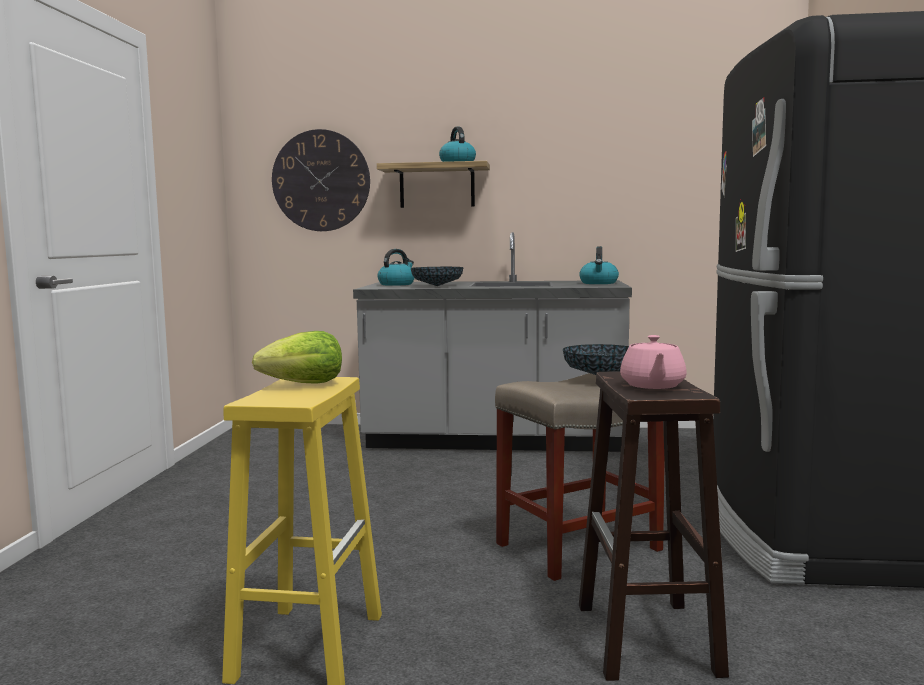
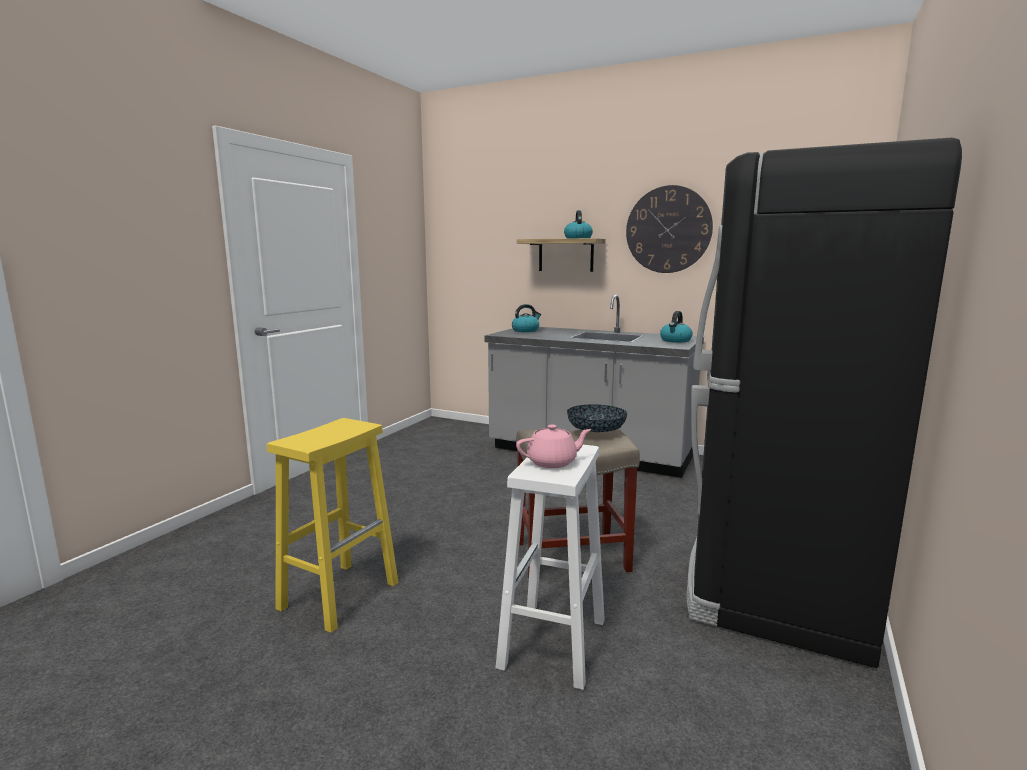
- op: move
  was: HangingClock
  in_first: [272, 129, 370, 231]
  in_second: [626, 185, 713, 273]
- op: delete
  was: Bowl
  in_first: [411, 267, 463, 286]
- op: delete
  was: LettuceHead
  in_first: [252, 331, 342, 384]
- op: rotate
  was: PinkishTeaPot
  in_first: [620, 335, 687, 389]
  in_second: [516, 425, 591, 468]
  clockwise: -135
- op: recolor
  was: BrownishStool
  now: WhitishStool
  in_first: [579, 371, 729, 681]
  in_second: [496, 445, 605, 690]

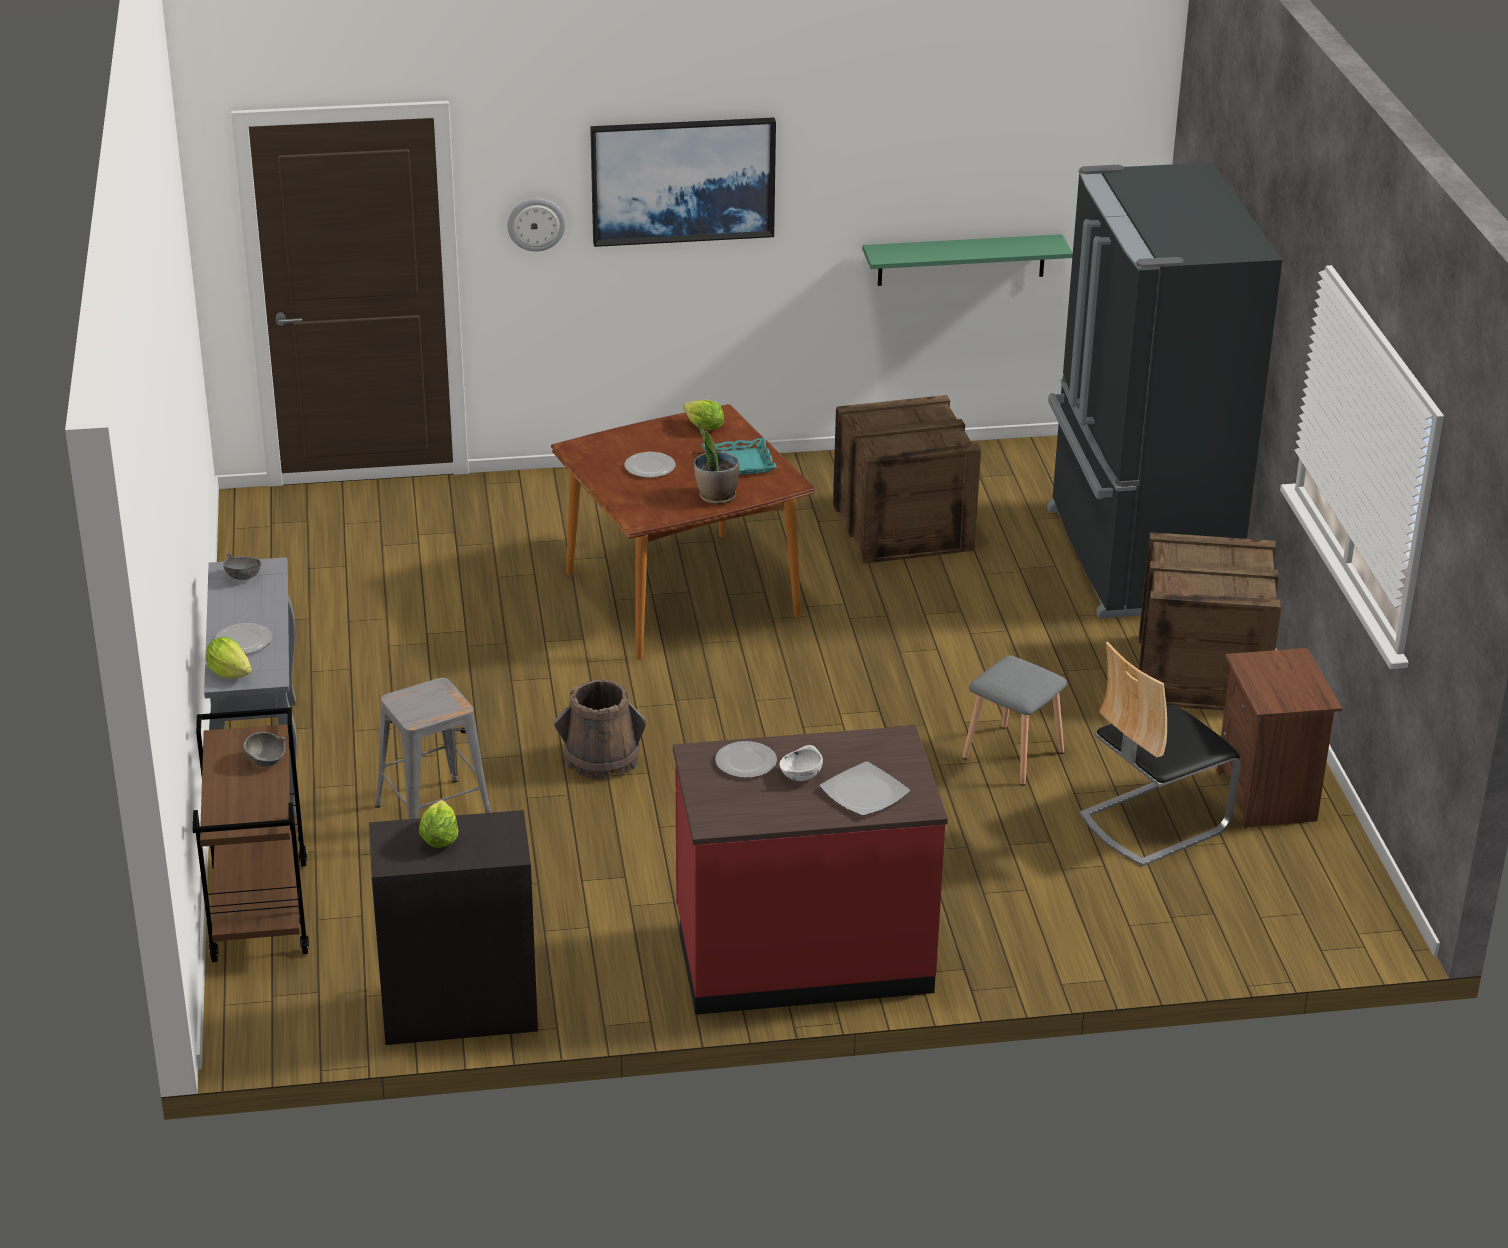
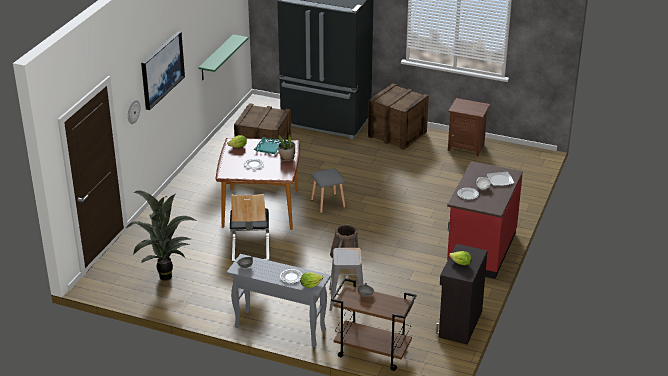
- op: move
  was: UprightChair
  in_first: [1080, 642, 1241, 866]
  in_second: [230, 194, 269, 262]
- op: move
  was: GrayStool
  in_first: [962, 656, 1067, 786]
  in_second: [311, 168, 345, 213]
- op: insert
  now: PlantInAPot
  in_second: [126, 190, 196, 281]

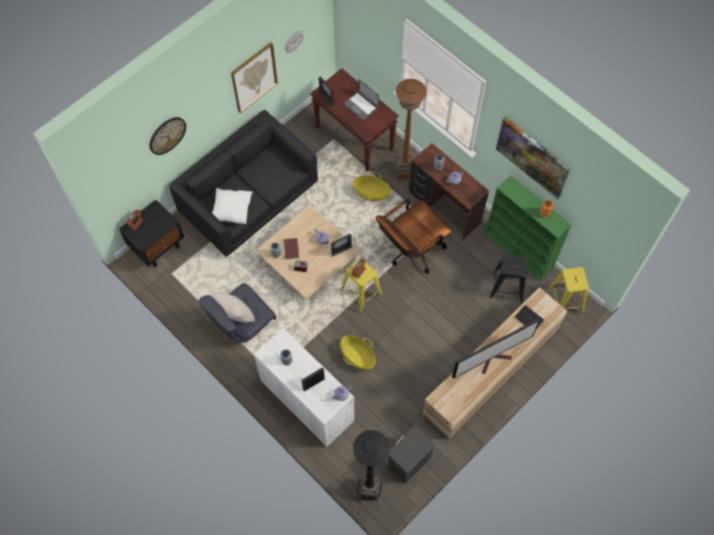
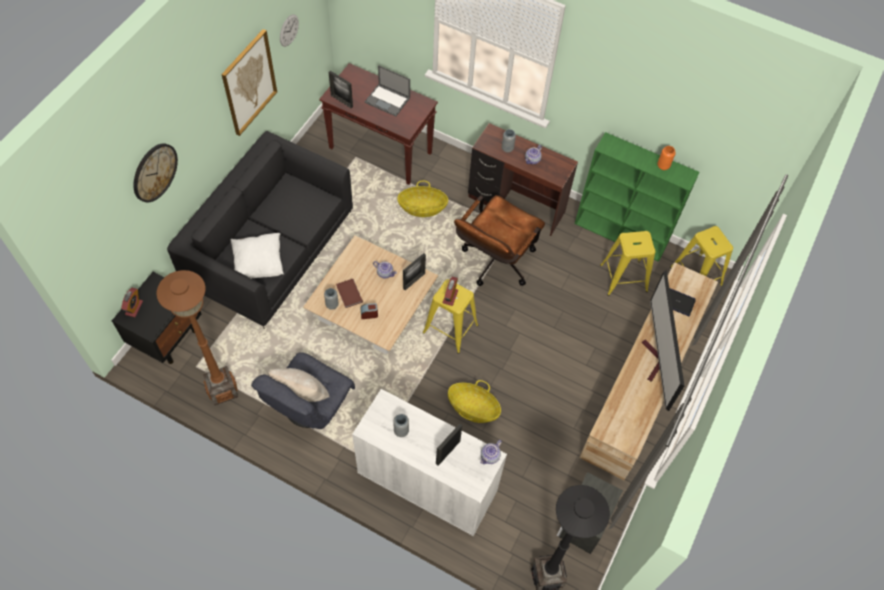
- op: move
  was: BrownishFloorLamp
  in_first: [394, 79, 427, 180]
  in_second: [156, 270, 238, 405]
- op: delete
  was: WallArt
  in_first: [496, 117, 570, 199]
- op: recolor
  was: BlackColouredStool
  now: YellowStool
  in_first: [490, 255, 528, 303]
  in_second: [600, 231, 655, 296]
- op: rotate
  was: Television
  in_first: [452, 318, 540, 378]
  in_second: [642, 270, 685, 411]
  clockwise: 135

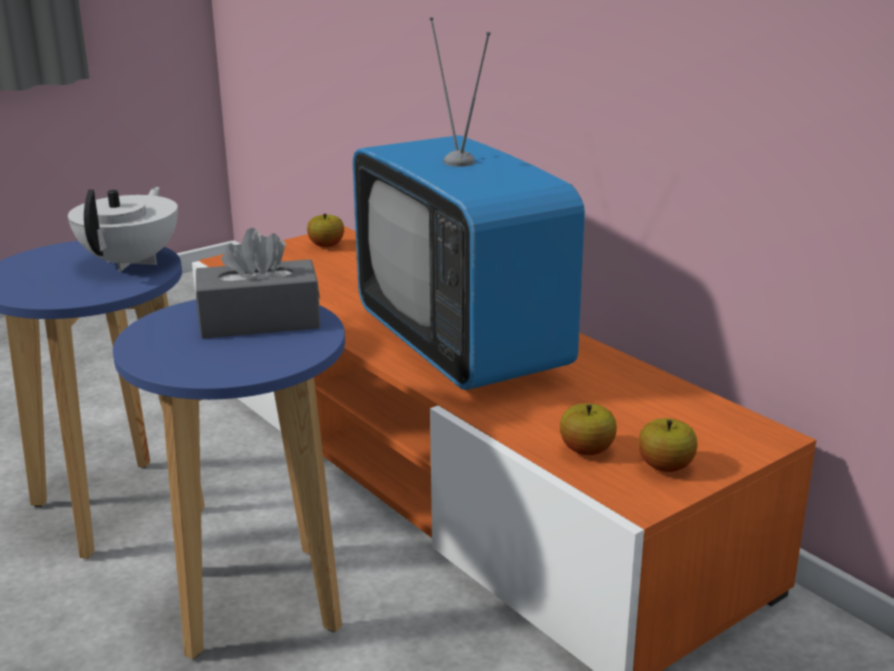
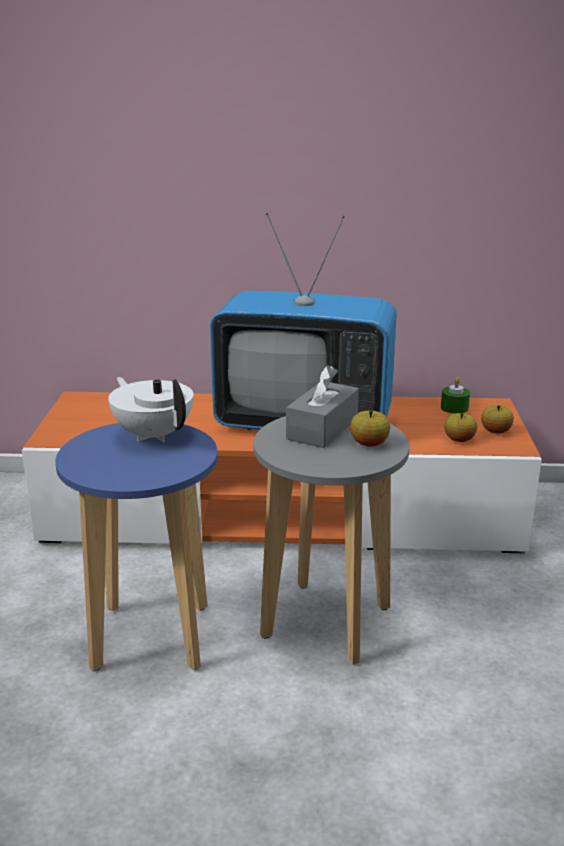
- op: move
  was: AppleFruit
  in_first: [307, 214, 344, 247]
  in_second: [350, 411, 390, 446]
- op: recolor
  was: BluishStool
  now: GrayStool
  in_first: [113, 299, 345, 659]
  in_second: [254, 416, 410, 665]
- op: insert
  now: GreenishWaxLight
  in_second: [441, 377, 470, 414]

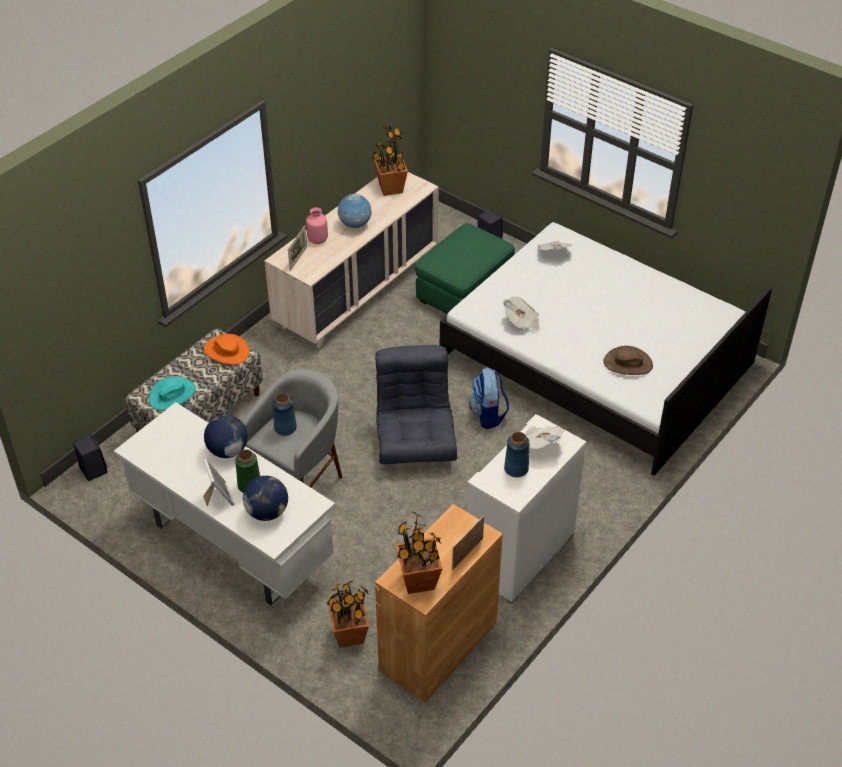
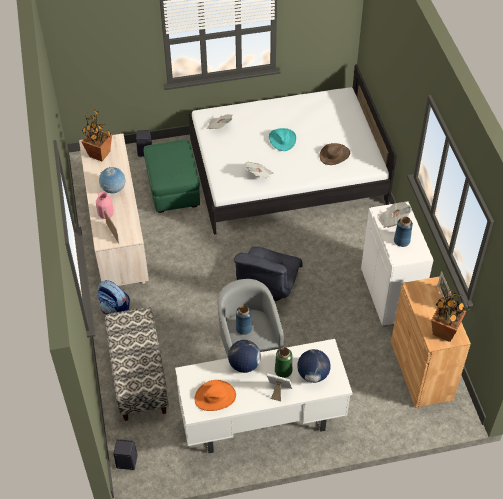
- op: move
  was: OrangeClothingHat
  in_first: [204, 334, 249, 365]
  in_second: [195, 380, 236, 411]
- op: rotate
  was: GrayArmchair
  in_first: [375, 345, 457, 464]
  in_second: [234, 246, 303, 301]
  clockwise: -105
- op: move
  was: Rucksack
  in_first: [469, 367, 509, 429]
  in_second: [98, 280, 130, 315]
- op: move
  was: TurquoiseClothingHat
  in_first: [149, 376, 196, 411]
  in_second: [269, 128, 296, 151]
- op: delete
  was: PlantInAPot
  in_first: [327, 581, 370, 647]

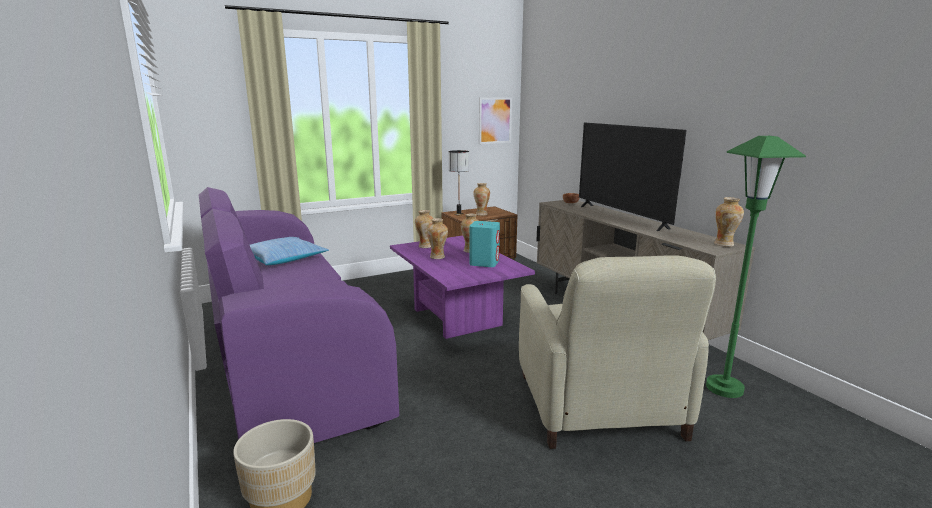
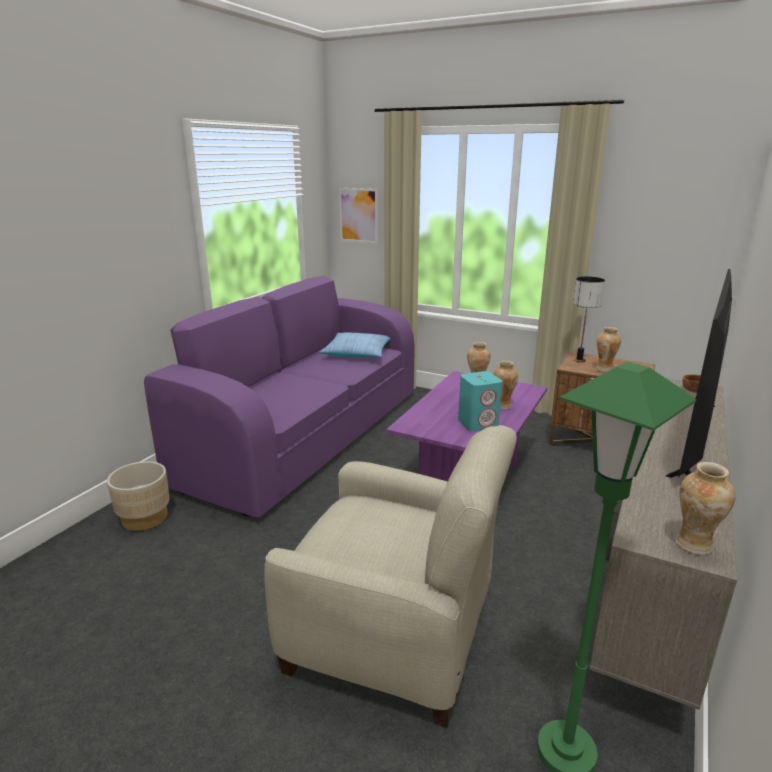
- op: move
  was: WallArt
  in_first: [479, 97, 512, 144]
  in_second: [339, 188, 378, 244]
- op: delete
  was: DecorativeVase
  in_first: [427, 218, 448, 259]
- op: rotate
  was: SandColouredArmchair
  in_first: [519, 255, 716, 449]
  in_second: [264, 425, 517, 728]
  clockwise: -120

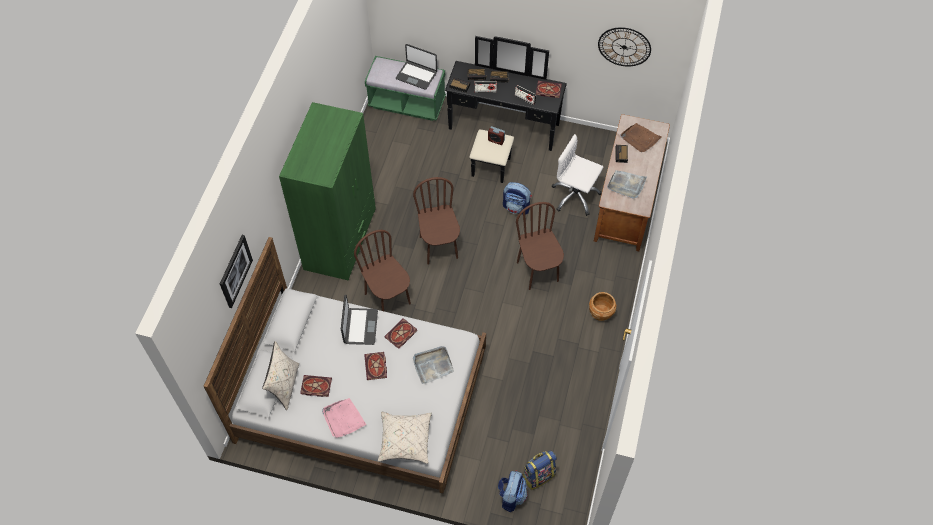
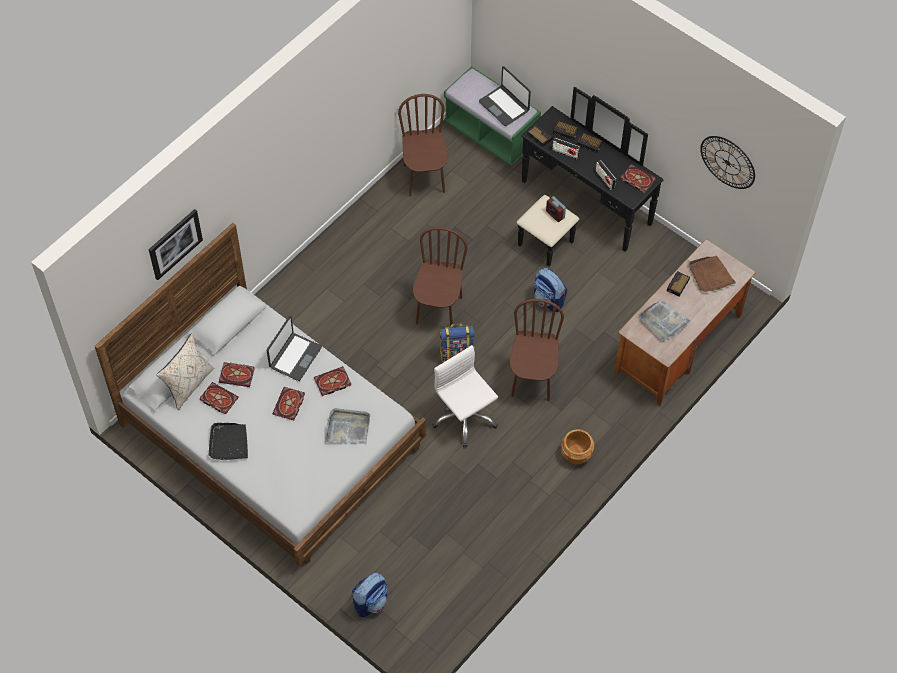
- op: delete
  was: GreenishWardrobe
  in_first: [279, 102, 376, 281]
- op: move
  was: WhitishDeskChair
  in_first: [552, 134, 603, 216]
  in_second: [432, 345, 498, 447]
- op: move
  was: BrownishUprightChair
  in_first: [354, 230, 411, 311]
  in_second: [398, 94, 448, 196]
- op: recolor
  was: PinkishTray
  now: BlackColouredTray
  in_first: [322, 398, 367, 438]
  in_second: [209, 423, 248, 460]
- op: delete
  was: SandColouredPillow
  in_first: [378, 412, 432, 464]
- op: move
  was: Rucksack
  in_first: [523, 450, 557, 490]
  in_second: [440, 324, 475, 363]
- op: insert
  now: Book
  in_second: [219, 362, 255, 387]

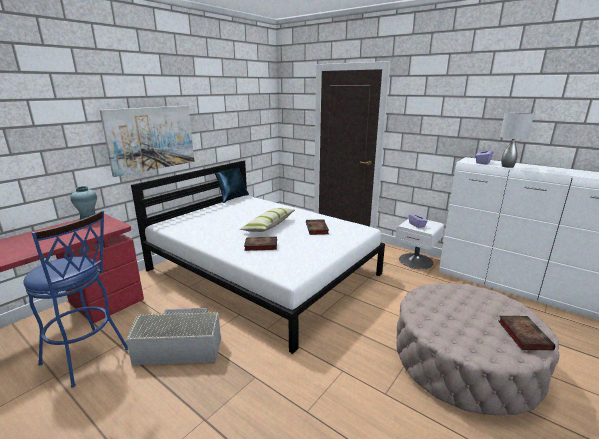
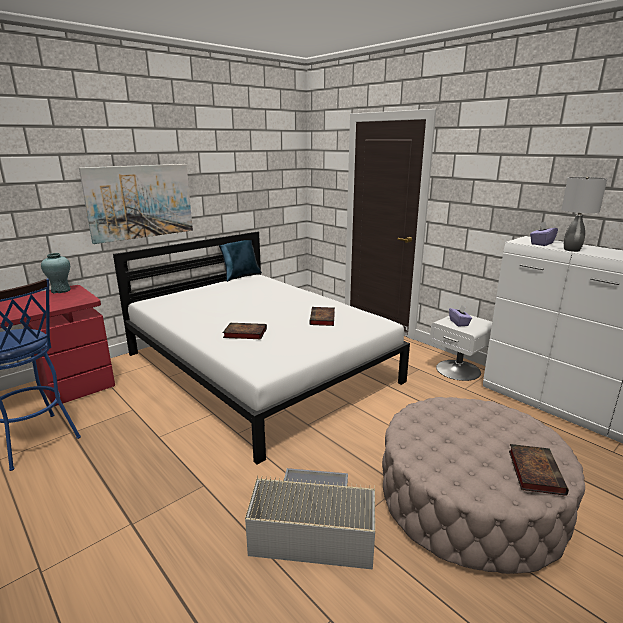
- op: delete
  was: Pillow
  in_first: [240, 208, 295, 232]
- op: move
  was: GrayStorageContainer
  in_first: [126, 308, 221, 365]
  in_second: [245, 468, 375, 570]

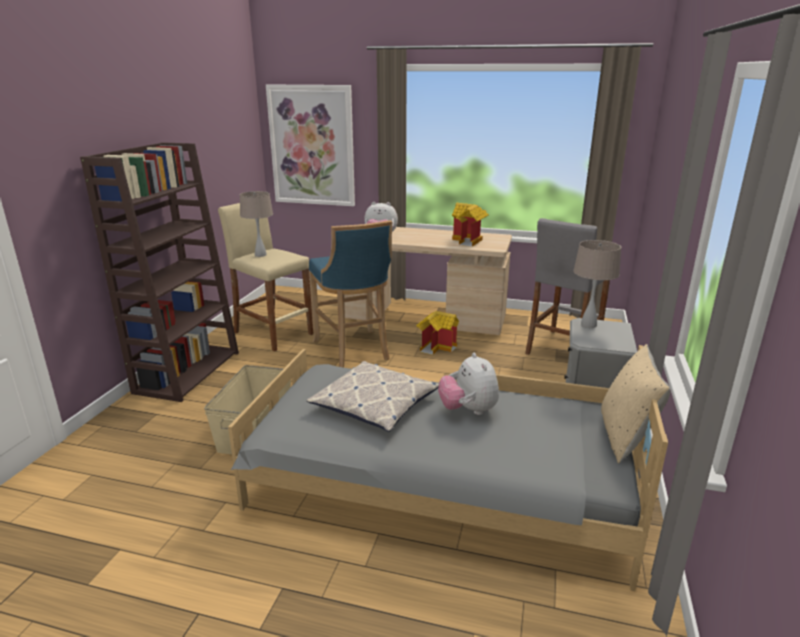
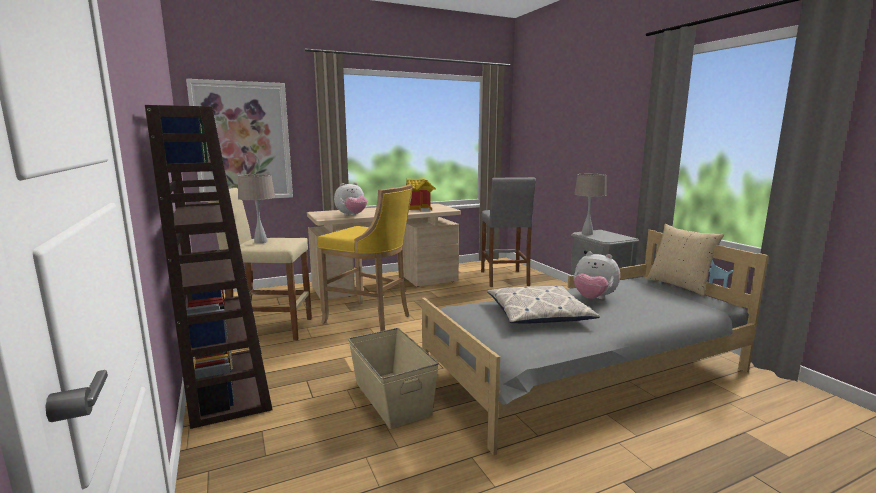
- op: recolor
  was: BluishStool
  now: YellowStool
  in_first: [309, 220, 392, 368]
  in_second: [317, 184, 413, 331]
- op: delete
  was: ModelHouse
  in_first: [416, 311, 459, 355]

